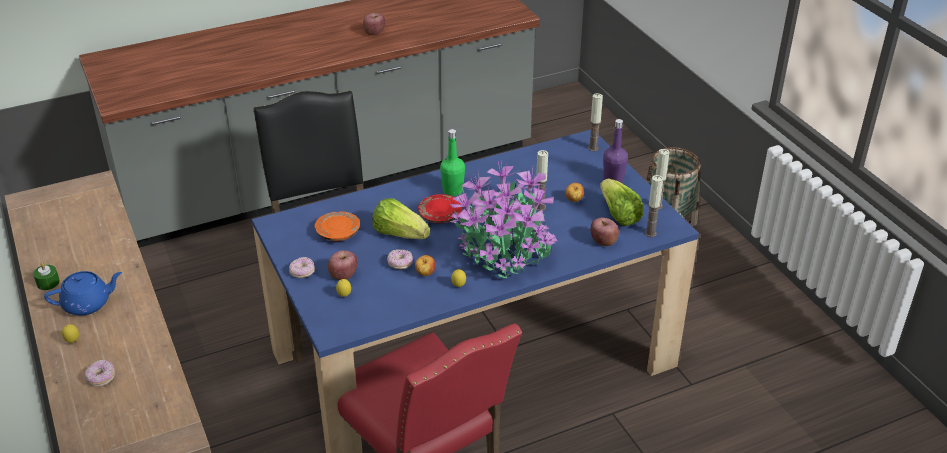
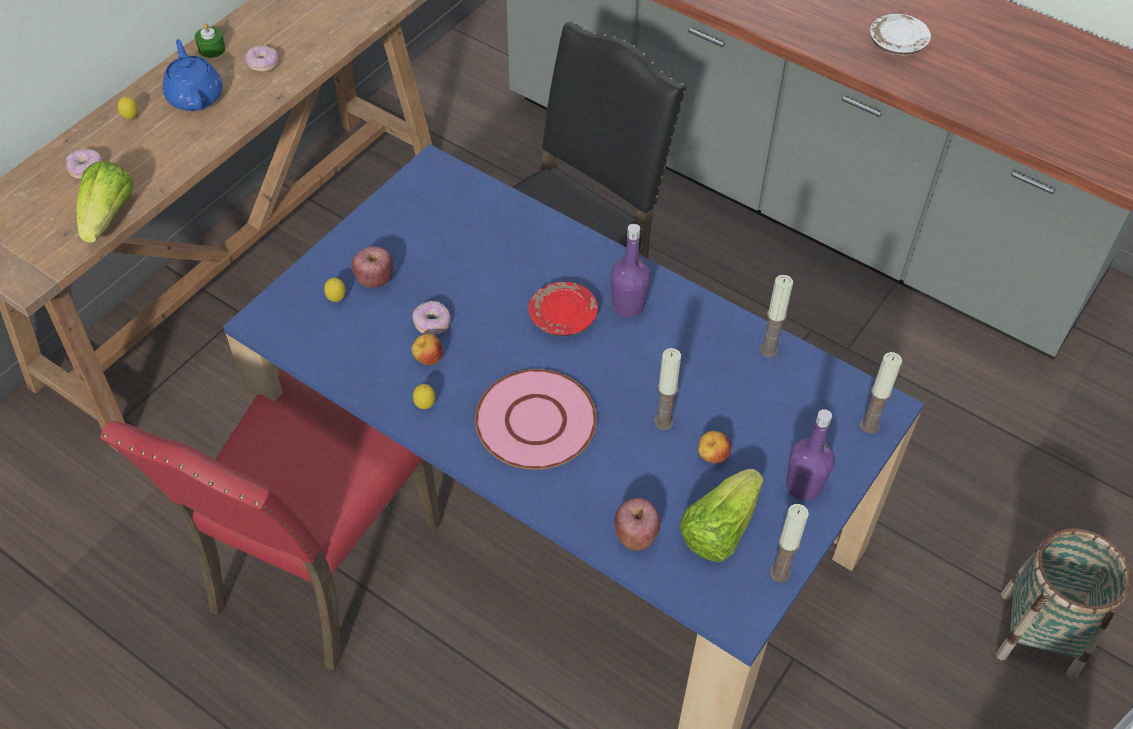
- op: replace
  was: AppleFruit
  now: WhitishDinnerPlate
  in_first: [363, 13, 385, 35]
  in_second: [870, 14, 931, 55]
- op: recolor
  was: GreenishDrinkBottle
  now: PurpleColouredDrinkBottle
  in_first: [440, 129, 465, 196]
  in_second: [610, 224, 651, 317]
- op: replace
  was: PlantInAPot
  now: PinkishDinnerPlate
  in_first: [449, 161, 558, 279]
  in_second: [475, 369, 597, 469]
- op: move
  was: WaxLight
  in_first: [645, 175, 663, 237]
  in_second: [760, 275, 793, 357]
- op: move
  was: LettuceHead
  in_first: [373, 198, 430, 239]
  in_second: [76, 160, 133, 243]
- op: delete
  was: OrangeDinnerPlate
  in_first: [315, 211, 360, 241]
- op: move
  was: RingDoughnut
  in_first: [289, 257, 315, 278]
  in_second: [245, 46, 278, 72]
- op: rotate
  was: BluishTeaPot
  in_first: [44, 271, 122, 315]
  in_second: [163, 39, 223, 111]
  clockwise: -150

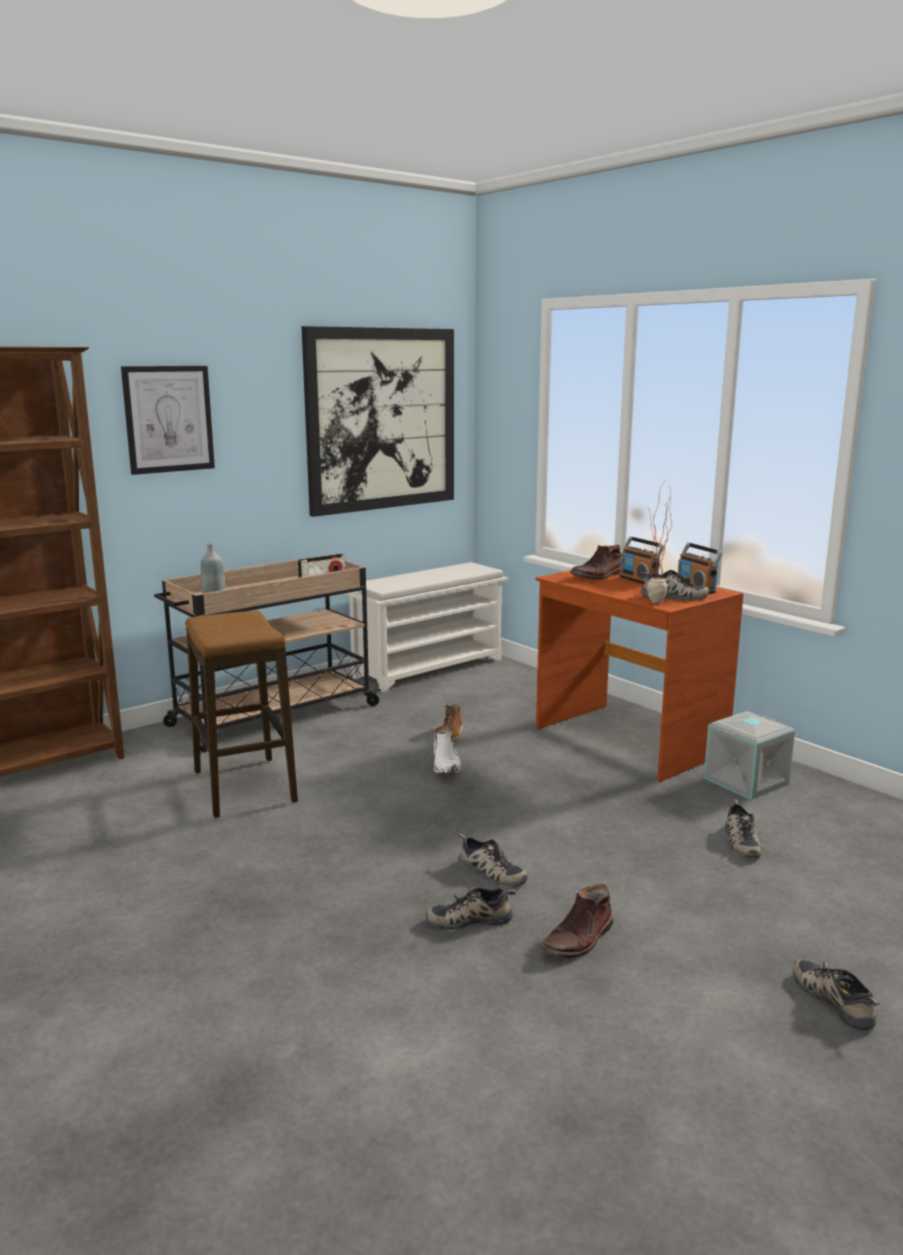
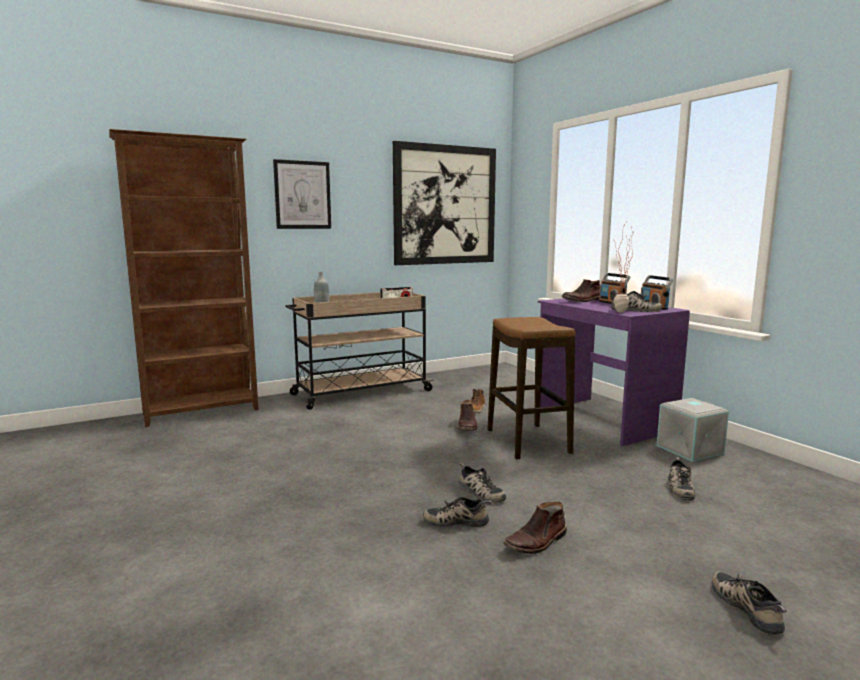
- op: delete
  was: WhitishShoeStand
  in_first: [344, 562, 508, 692]
- op: recolor
  was: BrownishDesk
  now: PurpleColouredDesk
  in_first: [535, 570, 743, 782]
  in_second: [538, 299, 690, 446]
- op: move
  was: Stool
  in_first: [185, 610, 298, 818]
  in_second: [487, 317, 575, 460]
- op: recolor
  was: WhitishTallBoot
  now: BrownishTallBoot
  in_first: [434, 726, 461, 774]
  in_second: [458, 400, 477, 431]

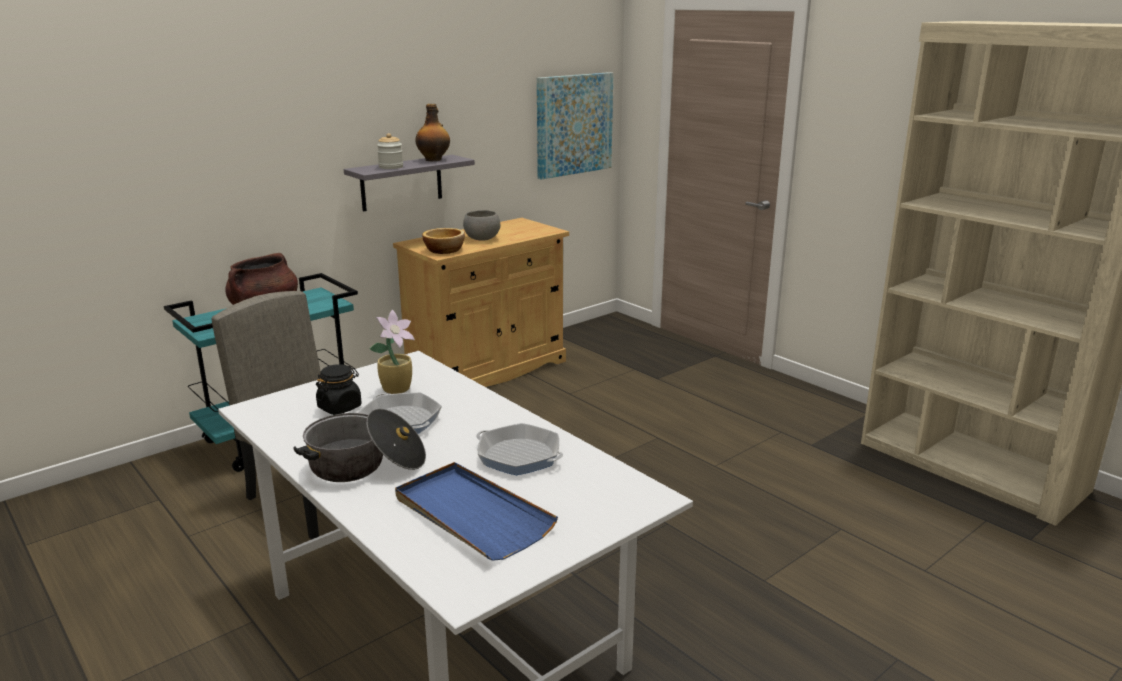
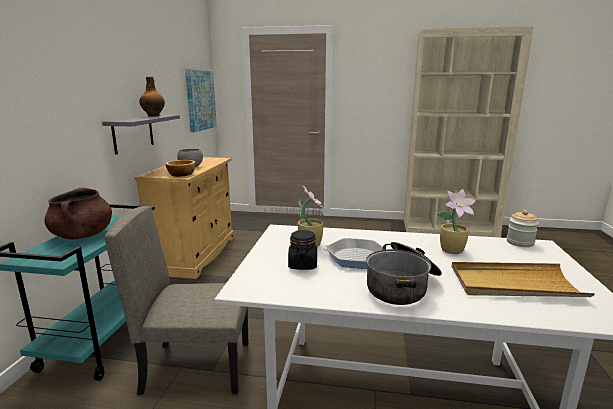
- op: move
  was: StorageJar
  in_first: [377, 133, 403, 169]
  in_second: [507, 210, 539, 247]
- op: replace
  was: Skillet
  now: PlantInAPot
  in_first: [476, 423, 563, 475]
  in_second: [437, 189, 476, 254]
- op: recolor
  was: BluishTray
  now: SandColouredTray
  in_first: [395, 462, 558, 561]
  in_second: [452, 262, 595, 297]

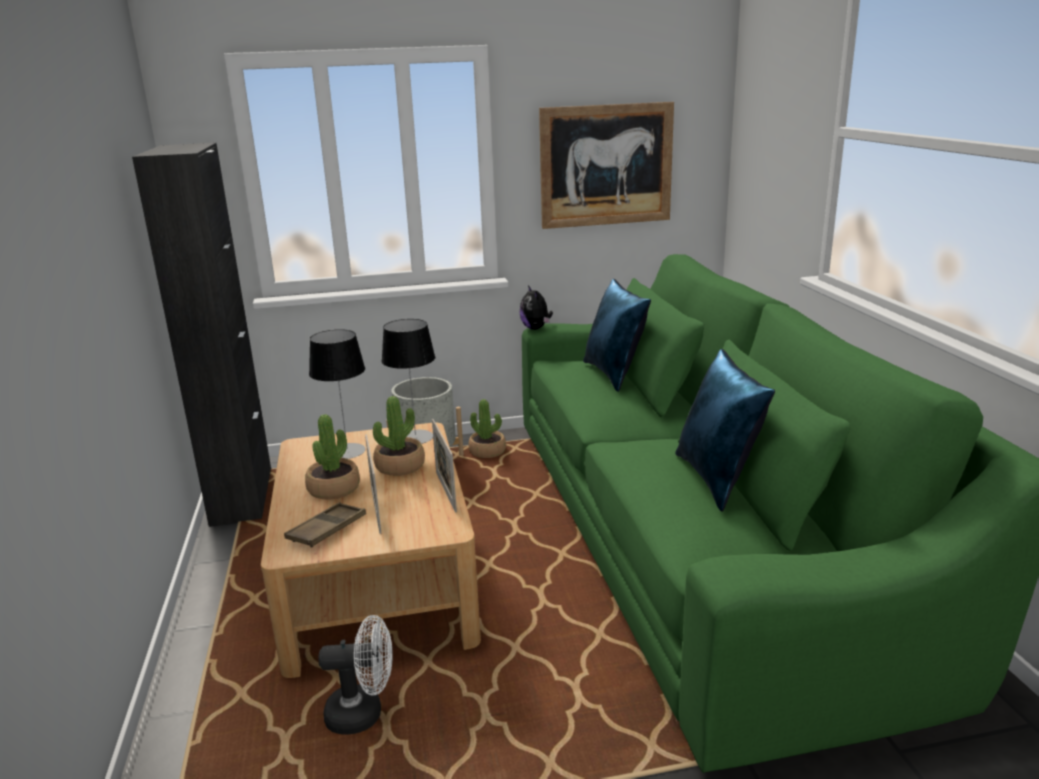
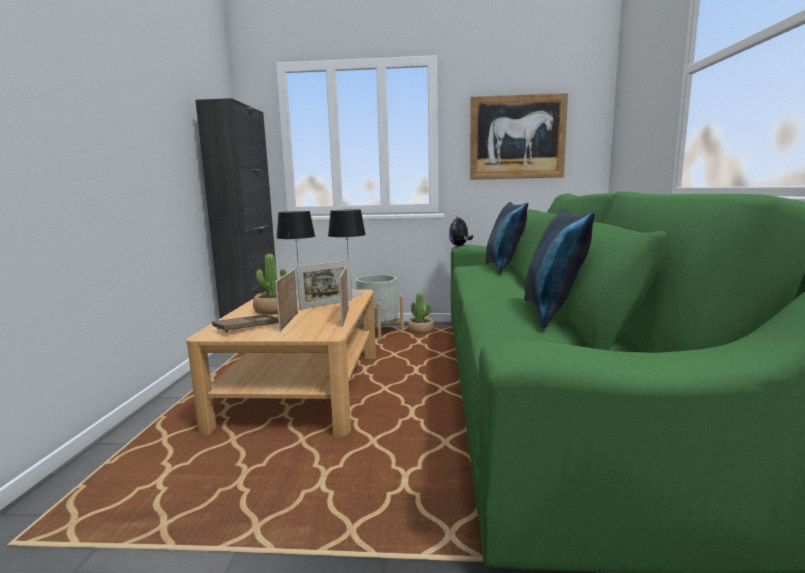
- op: replace
  was: PlantInAPot
  now: StandingFrame
  in_first: [373, 396, 425, 476]
  in_second: [296, 260, 352, 310]
- op: delete
  was: WhitishCoolingFan
  in_first: [319, 615, 393, 735]

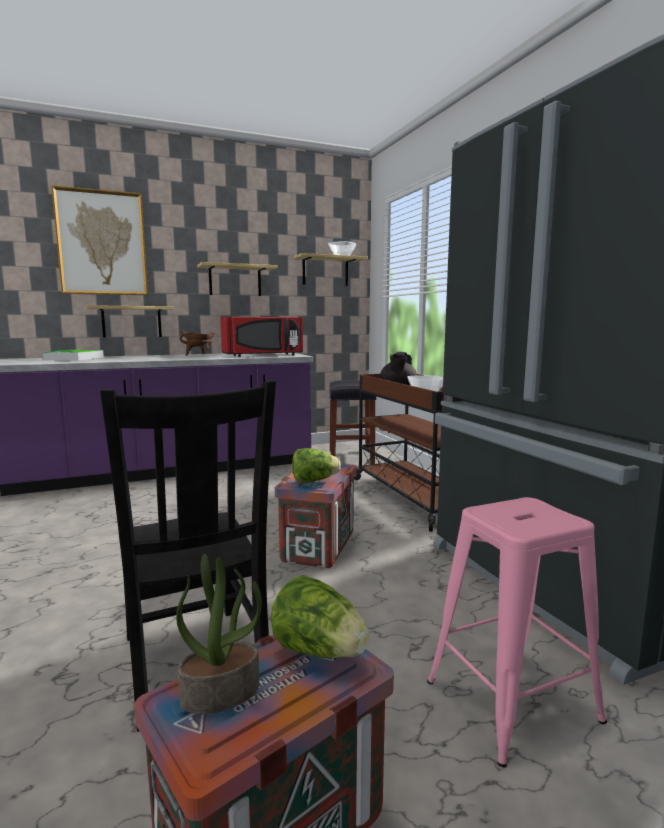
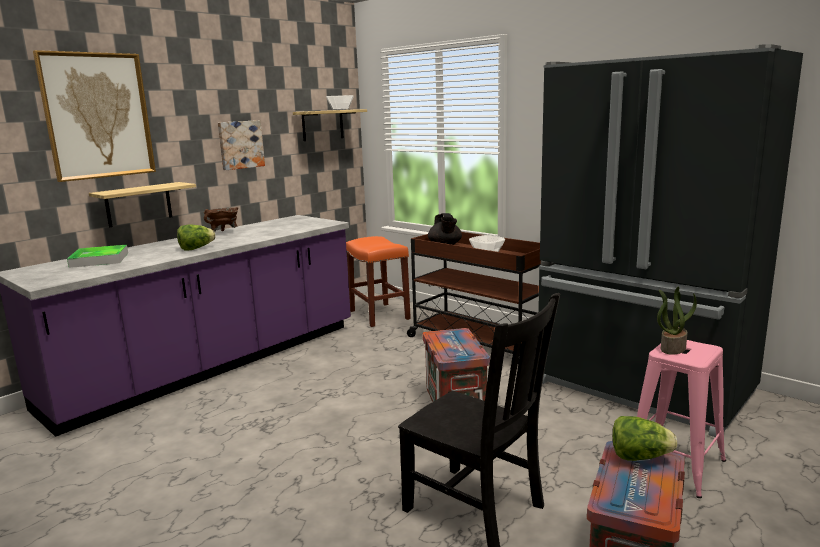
- op: replace
  was: Shelf
  now: WallArt
  in_first: [197, 262, 278, 296]
  in_second: [218, 120, 265, 170]
- op: delete
  was: RedColouredMicrowave
  in_first: [220, 317, 303, 357]
- op: recolor
  was: BlackColouredStool
  now: OrangeStool
  in_first: [329, 380, 377, 465]
  in_second: [346, 236, 411, 327]
- op: move
  was: LettuceHead
  in_first: [292, 448, 341, 483]
  in_second: [177, 225, 215, 251]
- op: move
  was: PlantInAPot
  in_first: [176, 554, 262, 714]
  in_second: [657, 287, 697, 355]

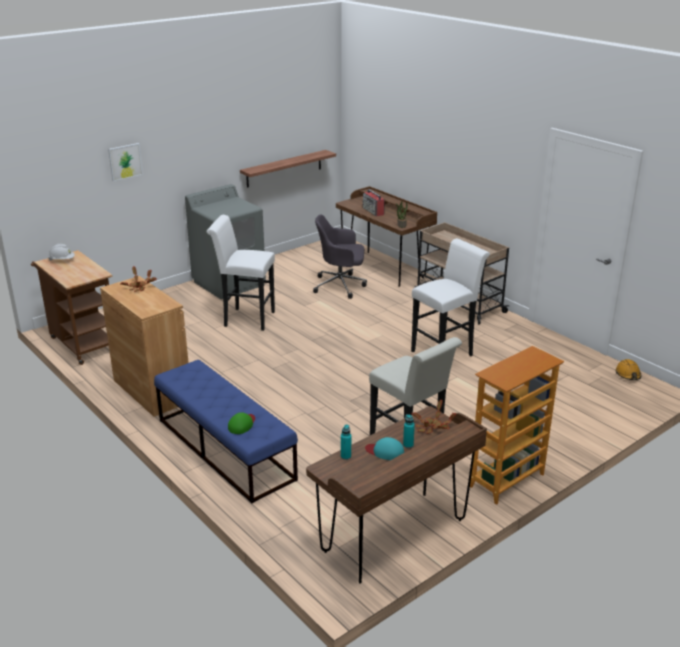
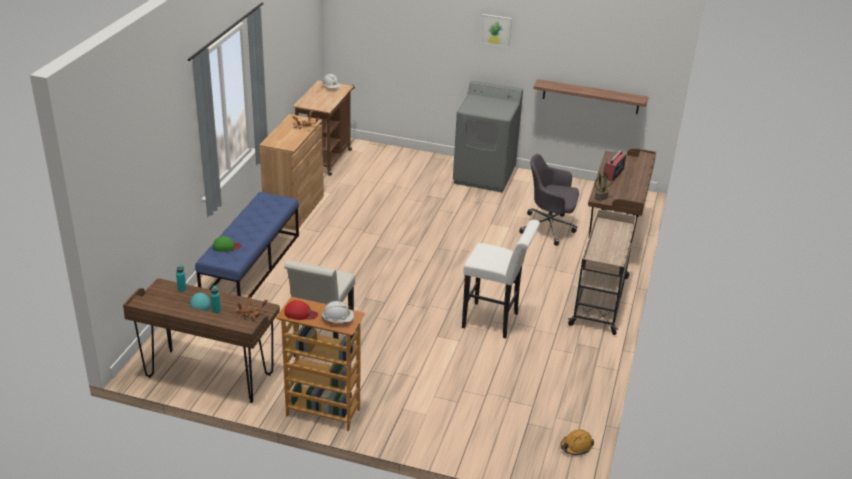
- op: move
  was: WallArt
  in_first: [108, 143, 143, 181]
  in_second: [480, 14, 512, 47]
- op: delete
  was: WhitishStool
  in_first: [206, 215, 275, 331]
- op: rotate
  was: GrayDeskChair
  in_first: [313, 215, 367, 299]
  in_second: [519, 154, 579, 246]
  clockwise: -45
- op: insert
  now: RedColouredCap
  in_second: [284, 300, 318, 320]
- op: insert
  now: WhitishHardHat
  in_second: [321, 301, 354, 322]

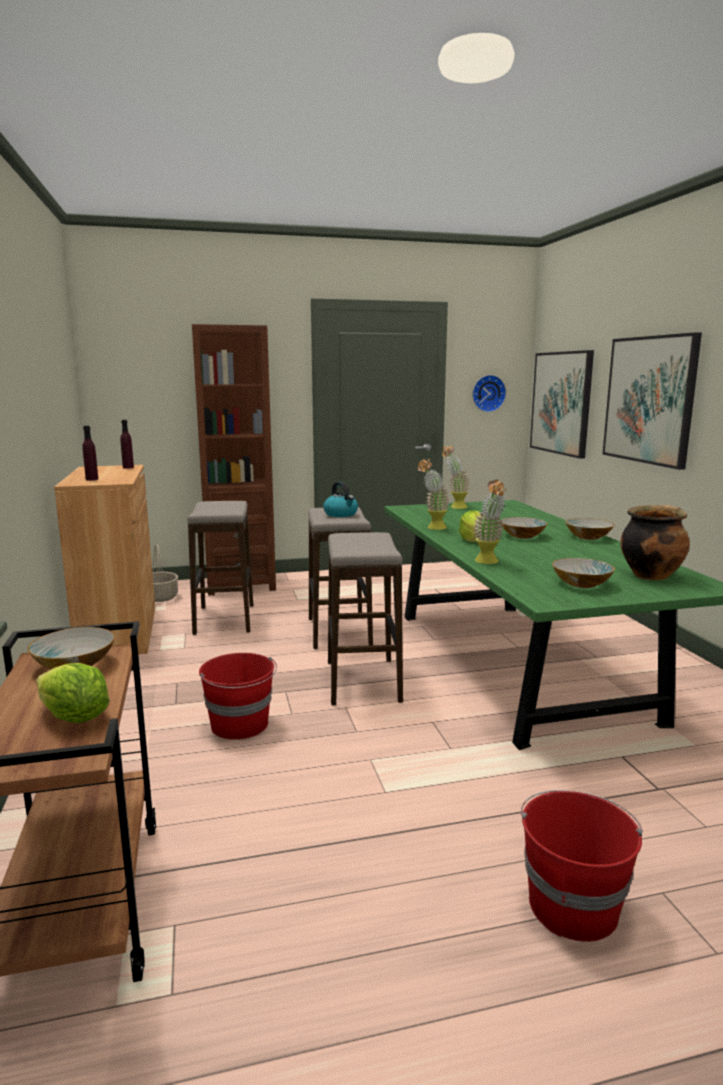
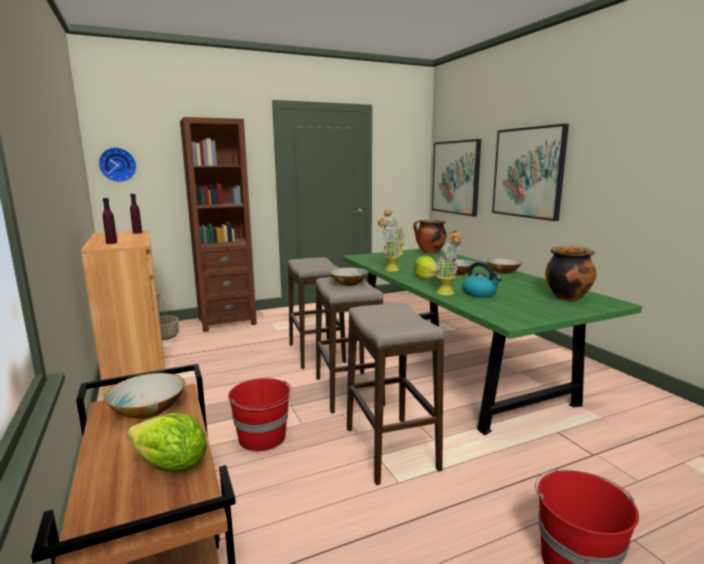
- op: move
  was: HangingClock
  in_first: [472, 375, 506, 412]
  in_second: [98, 147, 136, 182]
- op: move
  was: WaterKettle
  in_first: [323, 481, 358, 517]
  in_second: [463, 262, 501, 298]
- op: move
  was: Stool
  in_first: [187, 501, 253, 635]
  in_second: [347, 302, 444, 485]
- op: move
  was: Bowl
  in_first: [552, 558, 615, 588]
  in_second: [329, 268, 368, 286]
- op: insert
  now: Stockpot
  in_second: [413, 220, 447, 254]

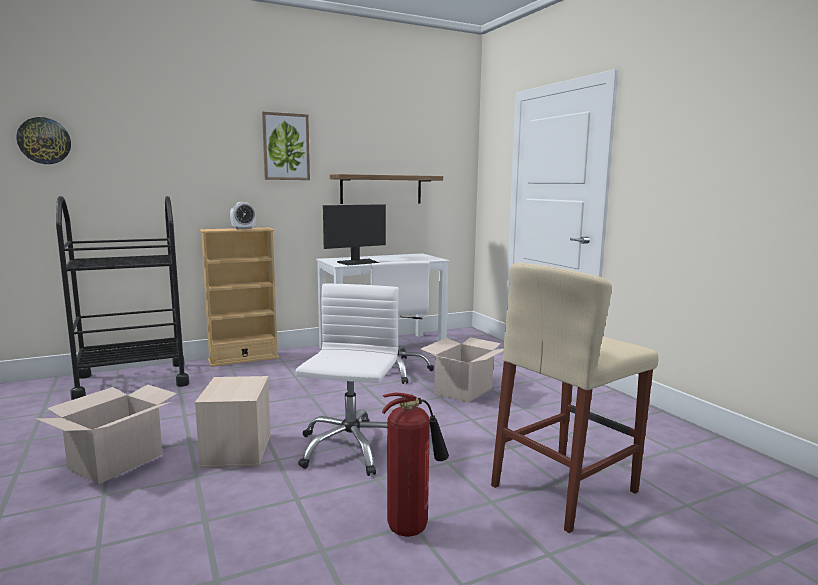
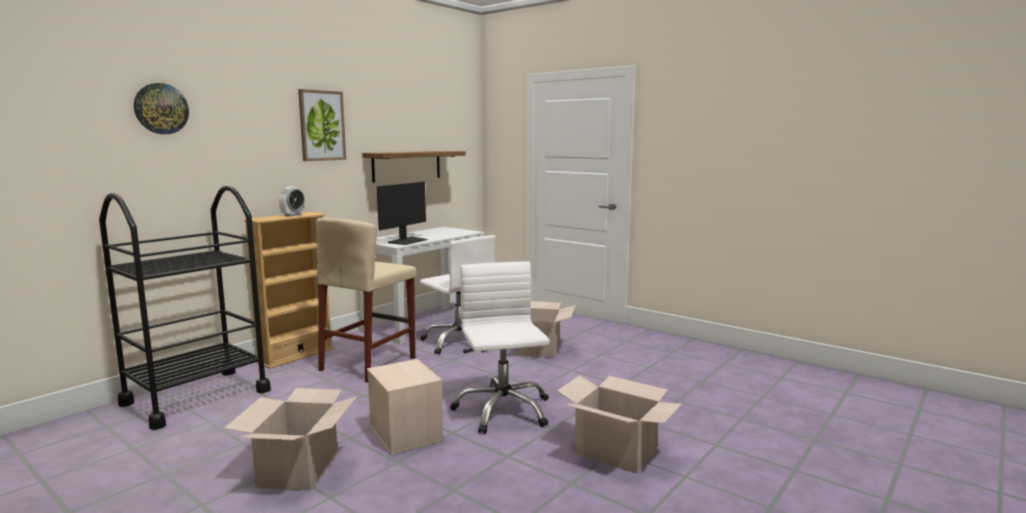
- op: move
  was: HangingClock
  in_first: [17, 117, 71, 164]
  in_second: [134, 83, 189, 134]
- op: move
  was: SandColouredStool
  in_first: [491, 262, 658, 533]
  in_second: [316, 218, 417, 383]
- op: replace
  was: FireExtinguisher
  now: PackingBox
  in_first: [382, 393, 449, 537]
  in_second: [557, 375, 682, 474]

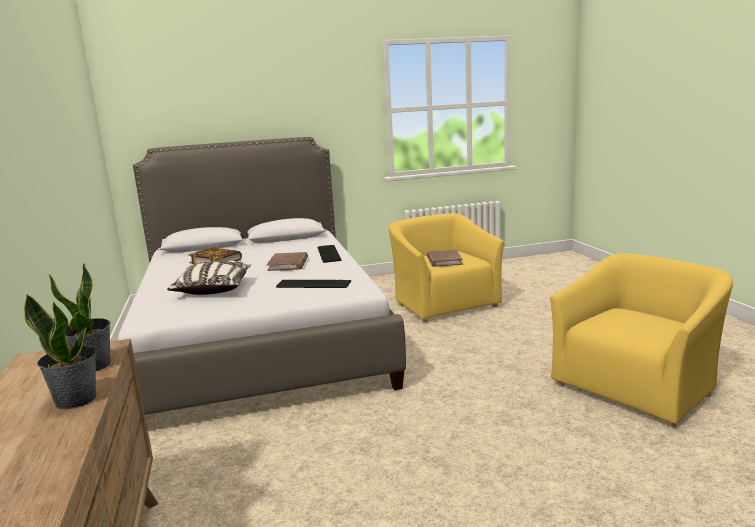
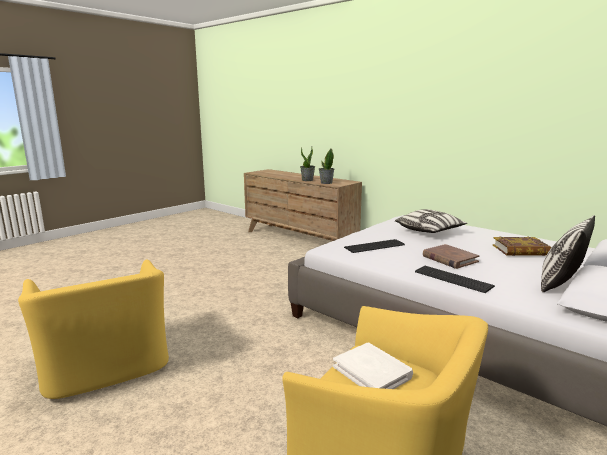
- op: recolor
  was: BrownishBook
  now: WhitishBook
  in_first: [427, 250, 463, 267]
  in_second: [333, 343, 413, 389]
- op: rotate
  was: YellowArmchair
  in_first: [550, 253, 733, 428]
  in_second: [18, 259, 169, 399]
  clockwise: -45
- op: insert
  now: Pillow
  in_second: [541, 215, 595, 292]

